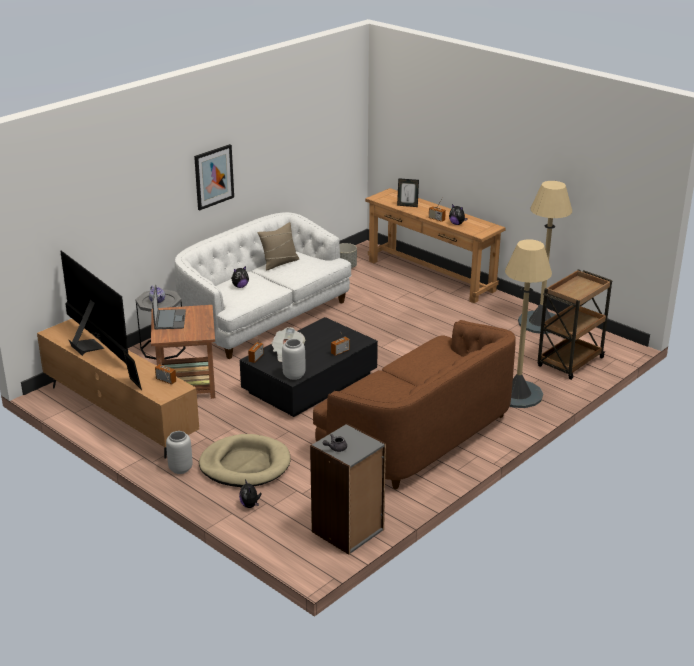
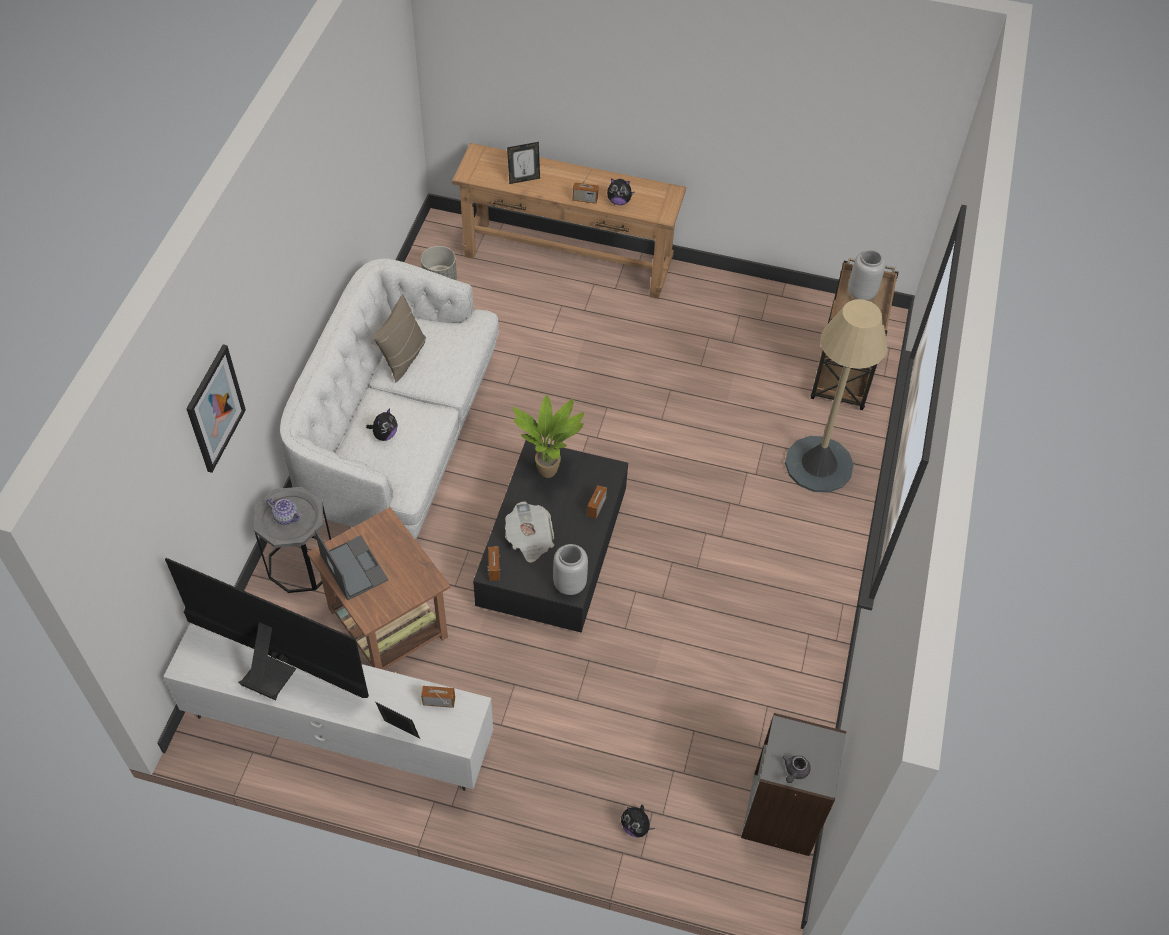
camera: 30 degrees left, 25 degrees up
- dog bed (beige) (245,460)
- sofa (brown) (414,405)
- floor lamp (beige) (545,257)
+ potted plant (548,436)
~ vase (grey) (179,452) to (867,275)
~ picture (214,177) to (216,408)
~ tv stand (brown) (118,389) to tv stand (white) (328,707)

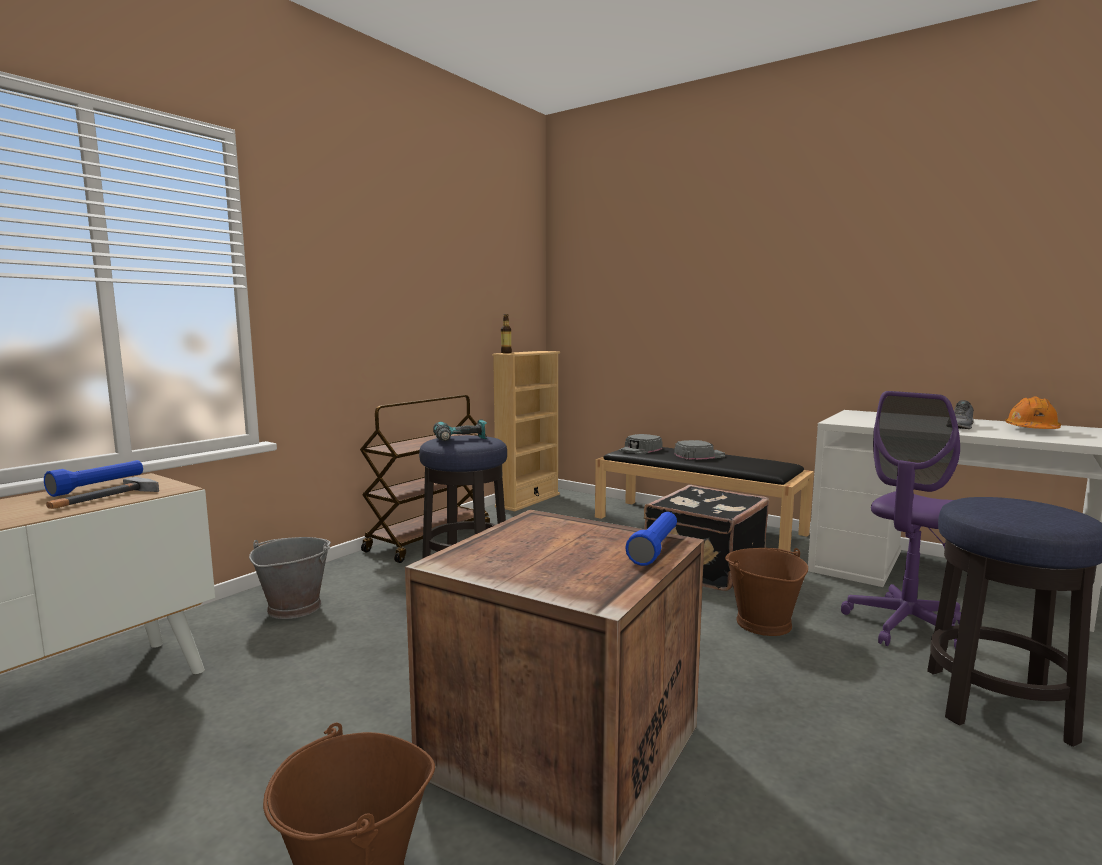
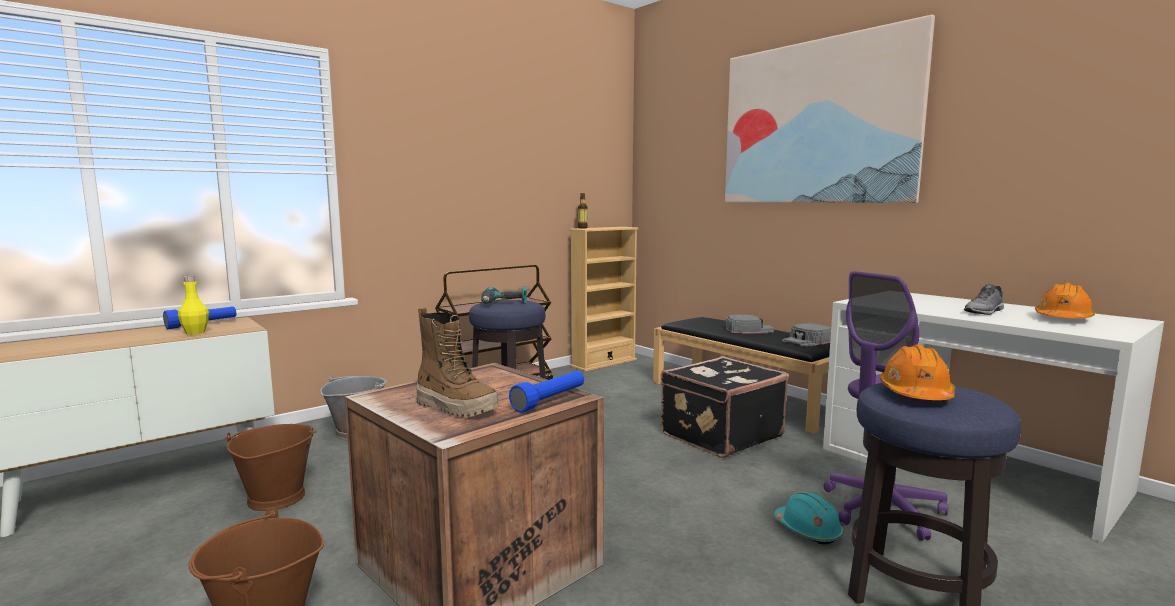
camera: 15 degrees right, 0 degrees up
+ boot (457,362)
+ picture (830,109)
+ hard hat (turquoise) (809,518)
+ hard hat (orange) (917,372)
~ cap (grey) (641,444) to (806,335)
~ bucket (brown) (766,592) to (271,467)
~ hammer (102,493) to bottle (yellow) (193,305)

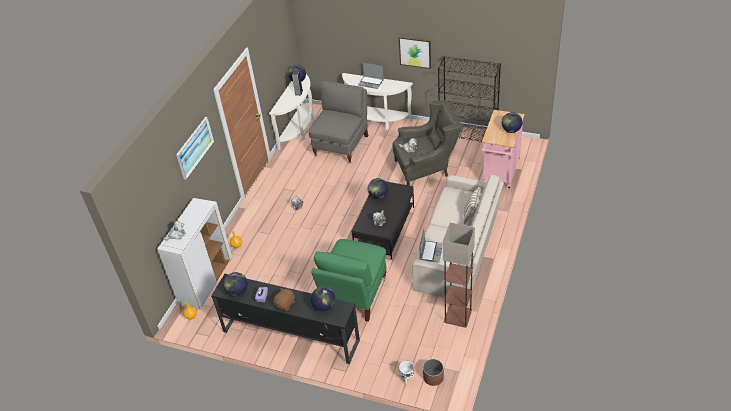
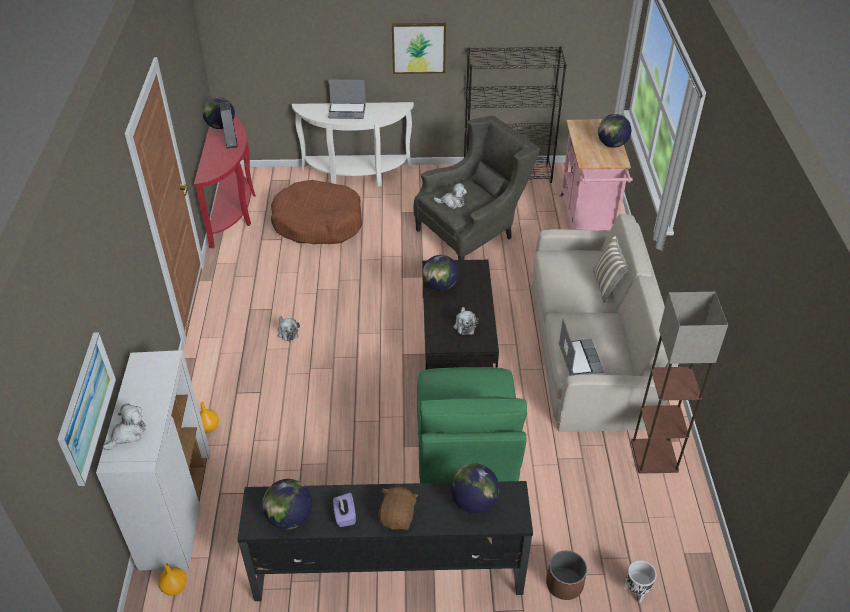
camera: 25 degrees left, 0 degrees up
~ picture (195,148) to (86,409)
~ planter (brown) (433,372) to (566,575)
~ armchair (grey) (338,122) to dog bed (brown) (316,212)
~ console table (white) (292,112) to console table (red) (225,182)

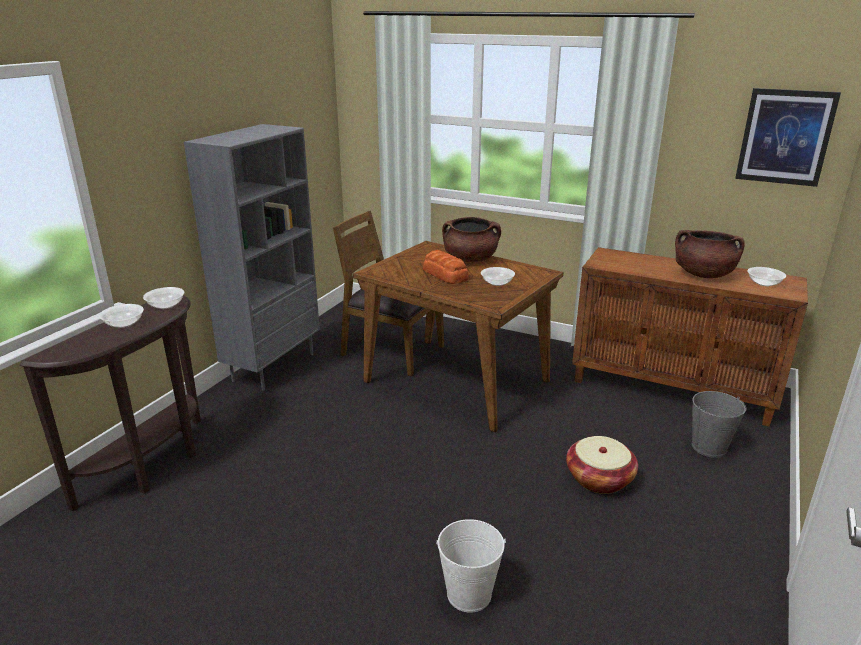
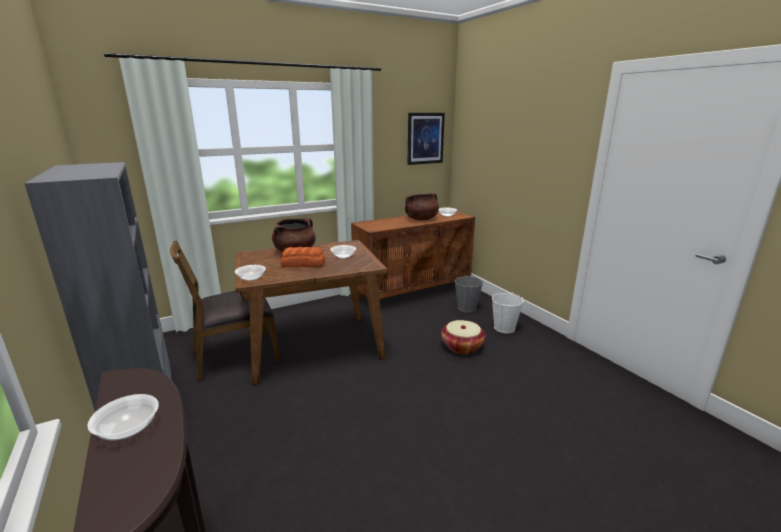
camera: 55 degrees left, 5 degrees down
~ bowl (164,298) to (250,273)
~ bucket (white) (471,566) to (508,312)

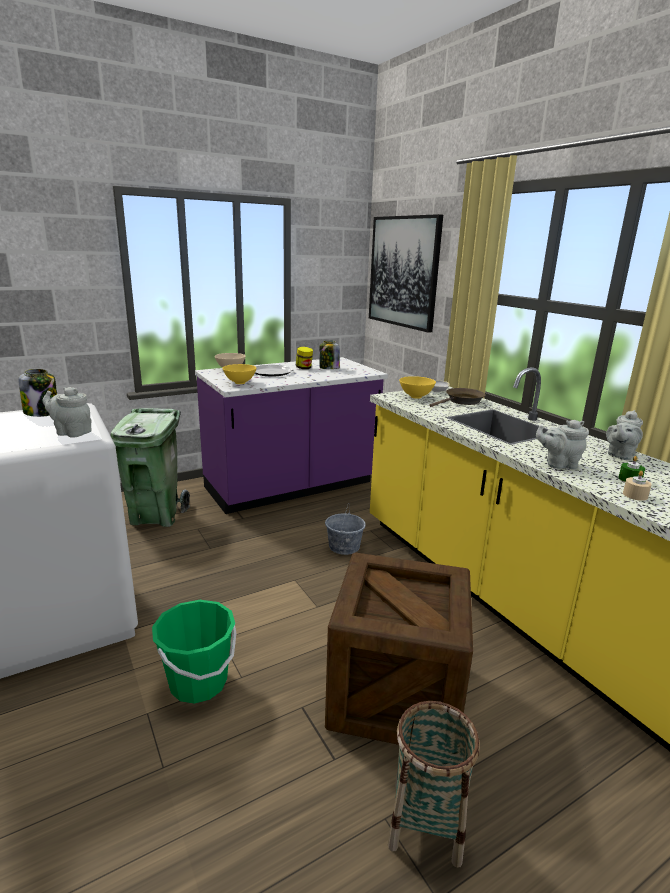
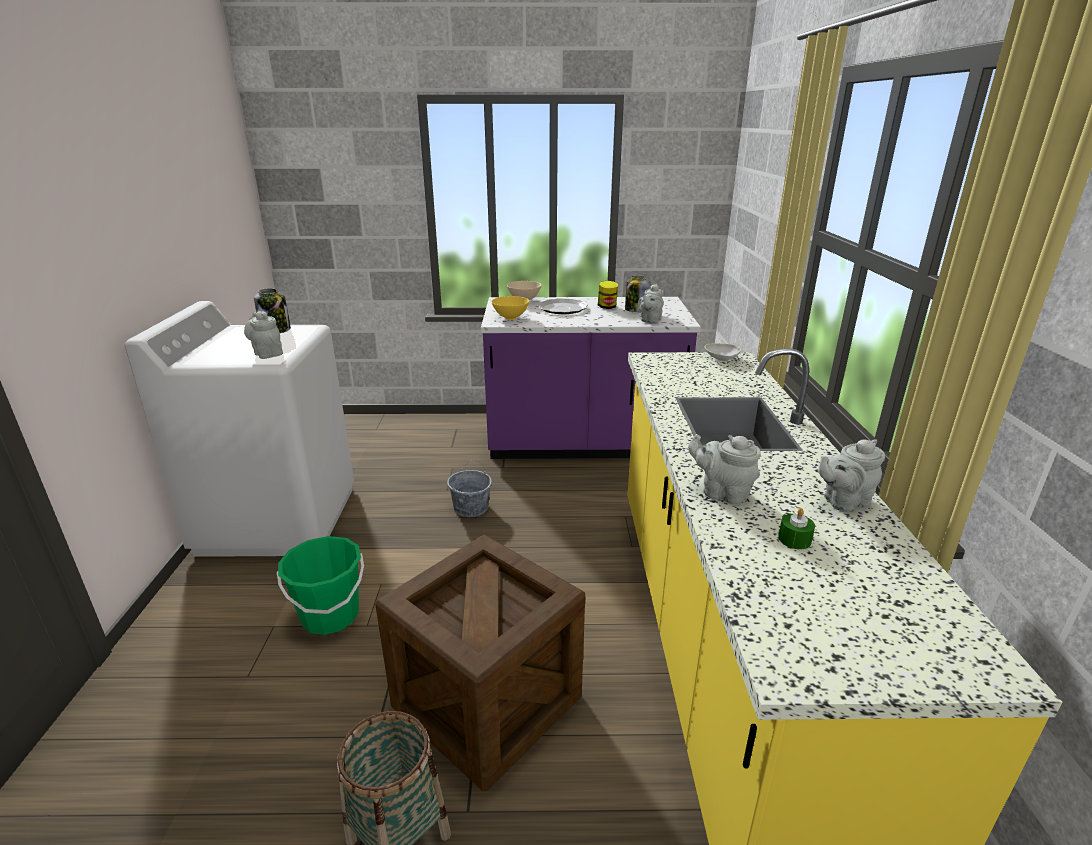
camera: 30 degrees right, 5 degrees up
- trash can (green) (150,467)
- picture (406,273)
- bowl (yellow) (417,387)
- frying pan (brown) (458,397)
- candle (beige) (637,486)
+ teapot (grey) (651,304)
~ bucket (grey) (345,529) to (469,488)

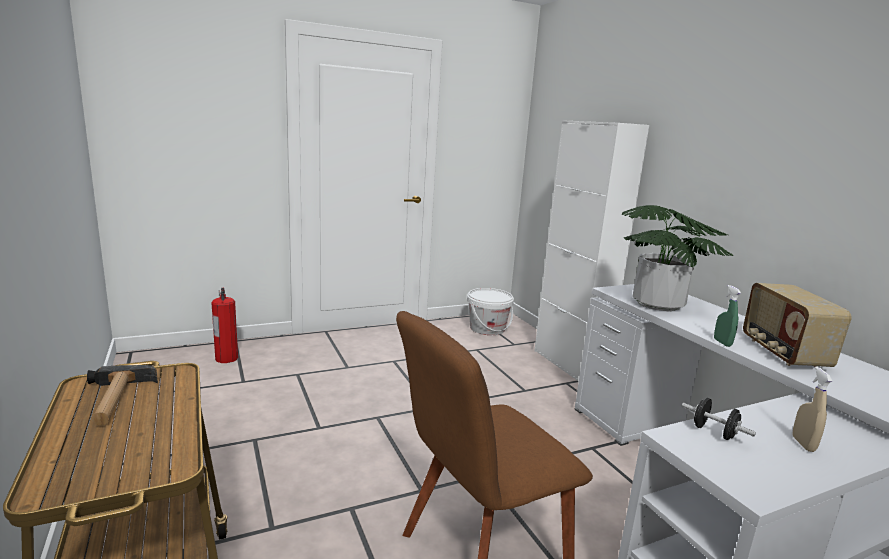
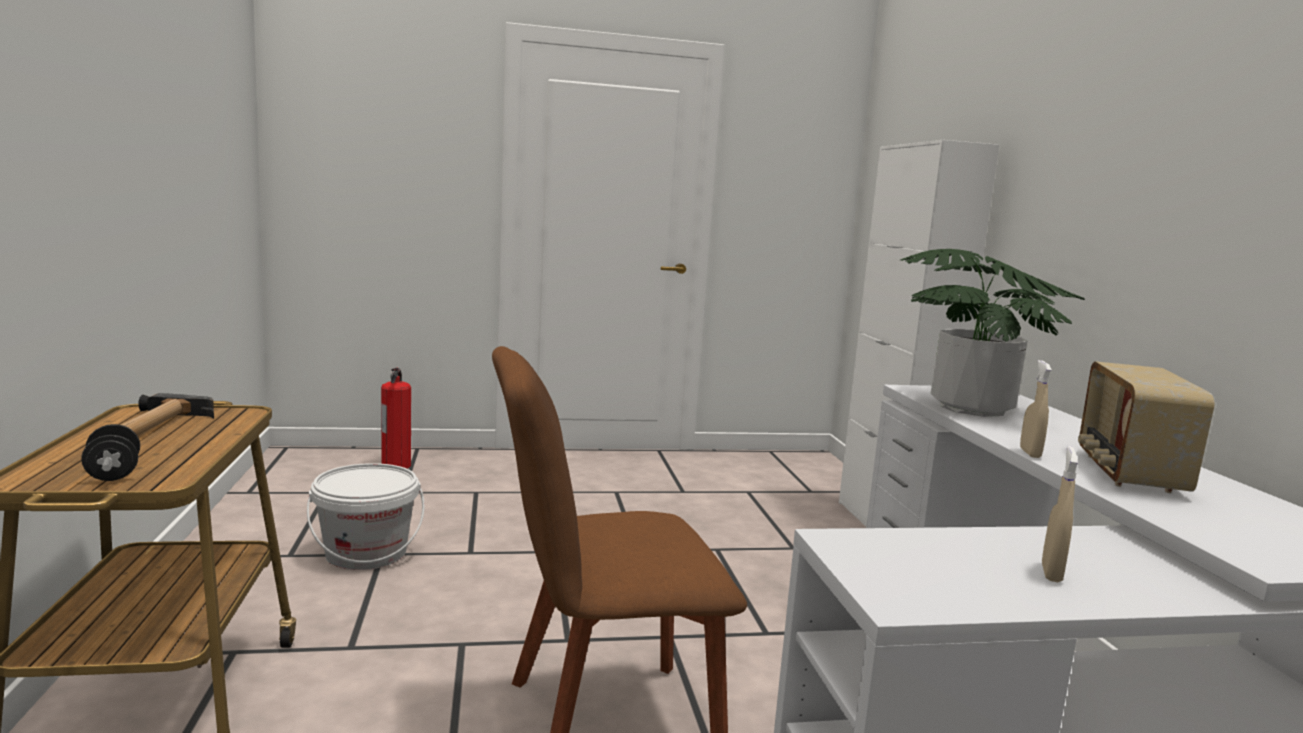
camera: 15 degrees right, 5 degrees down
~ bucket (white) (490,311) to (365,516)
~ dumbbell (black) (719,419) to (110,452)
~ spray bottle (green) (727,316) to spray bottle (beige) (1035,409)

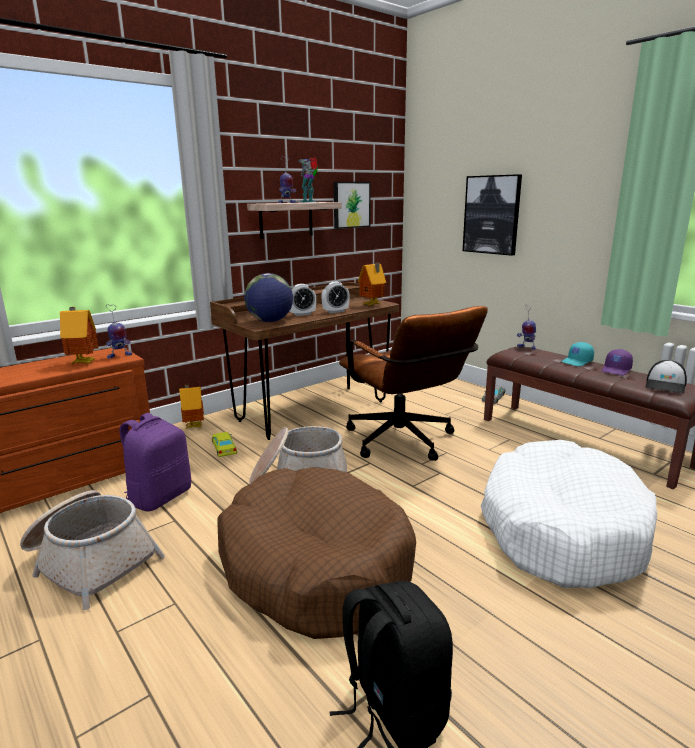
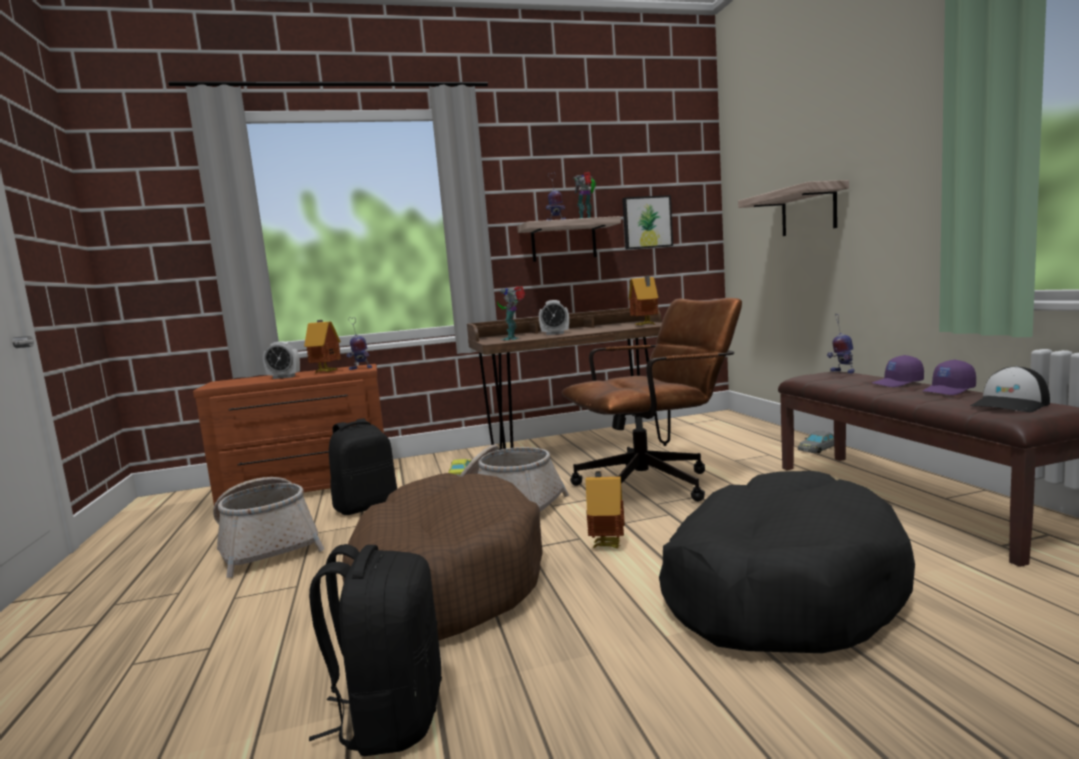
camera: 25 degrees right, 10 degrees down
~ toy house (191,406) to (605,510)
~ alarm clock (335,297) to (281,360)
~ globe (268,297) to toy robot (511,313)
~ picture (492,215) to shelf (793,208)
~ backpack (purple) (155,462) to backpack (black) (363,466)
~ dog bed (white) (569,514) to dog bed (black) (787,562)
~ cap (turquoise) (578,354) to cap (purple) (898,371)
~ office chair (brown) (413,383) = (652,400) 105 degrees counterclockwise

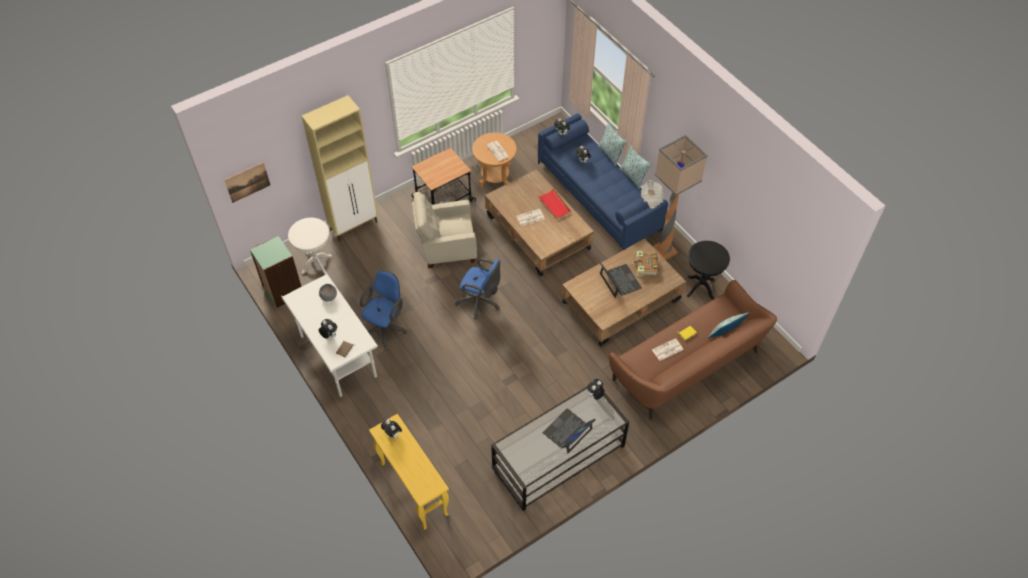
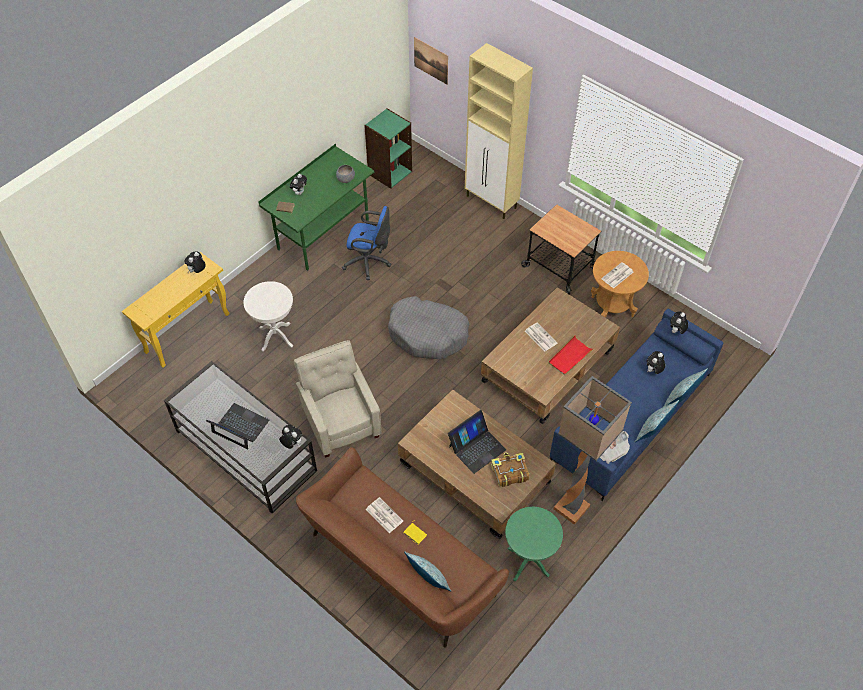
camera: 75 degrees right, 0 degrees up
~ side table (white) (310,246) to (268,316)
~ armchair (beige) (444,230) to (337,399)
~ office chair (blue) (477,288) to dog bed (grey) (429,327)
~ desk (white) (329,336) to desk (green) (316,207)
~ side table (black) (708,270) to side table (green) (534,544)

